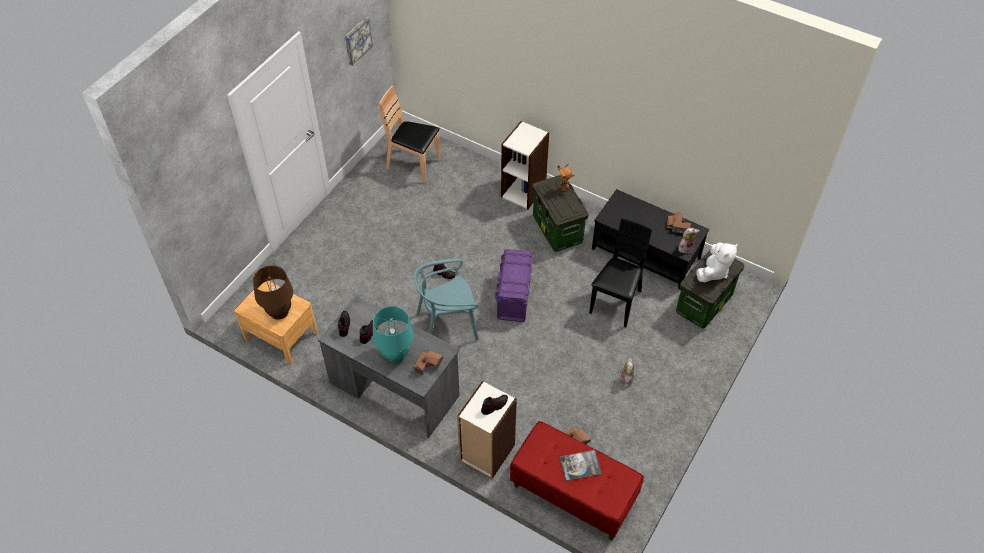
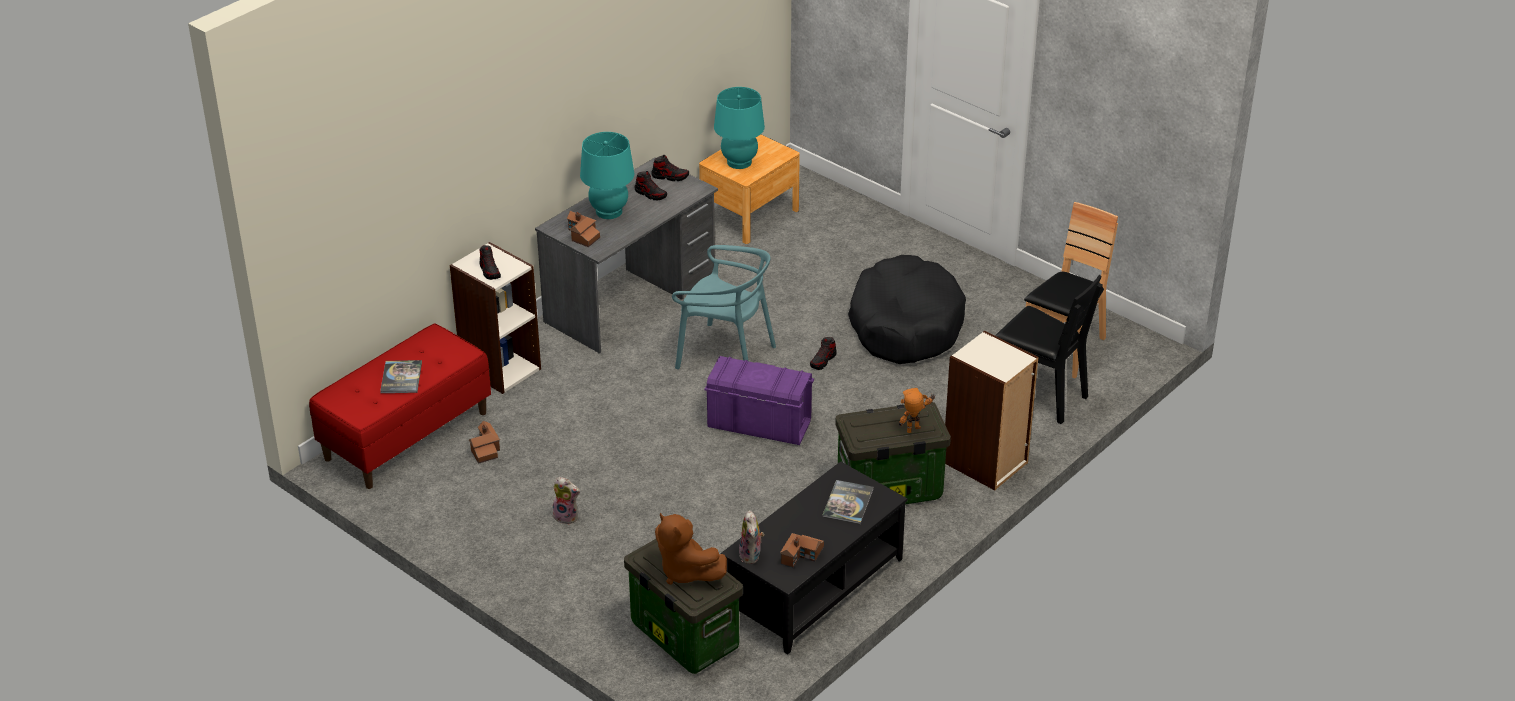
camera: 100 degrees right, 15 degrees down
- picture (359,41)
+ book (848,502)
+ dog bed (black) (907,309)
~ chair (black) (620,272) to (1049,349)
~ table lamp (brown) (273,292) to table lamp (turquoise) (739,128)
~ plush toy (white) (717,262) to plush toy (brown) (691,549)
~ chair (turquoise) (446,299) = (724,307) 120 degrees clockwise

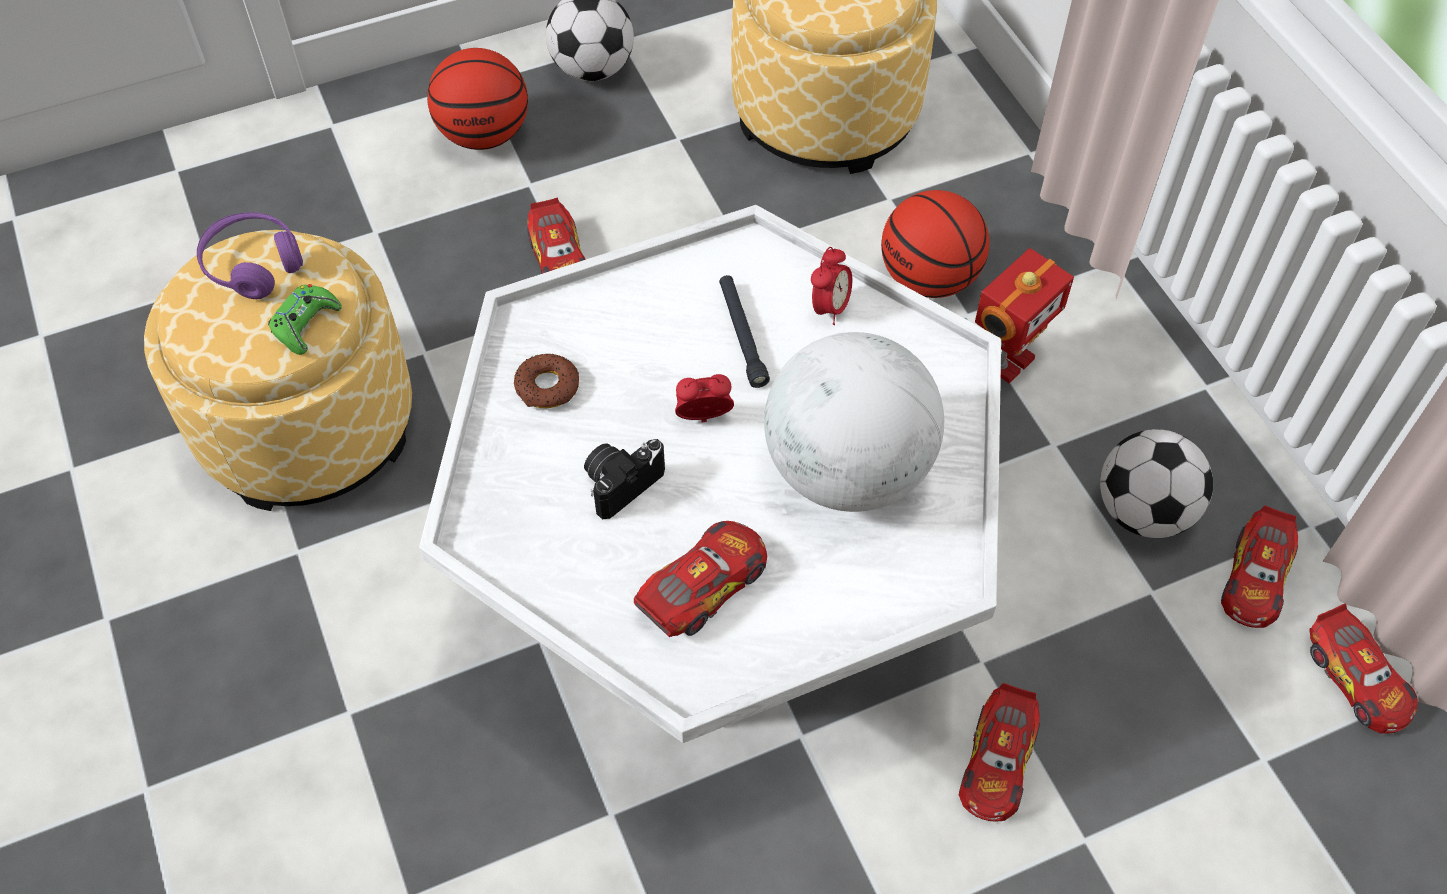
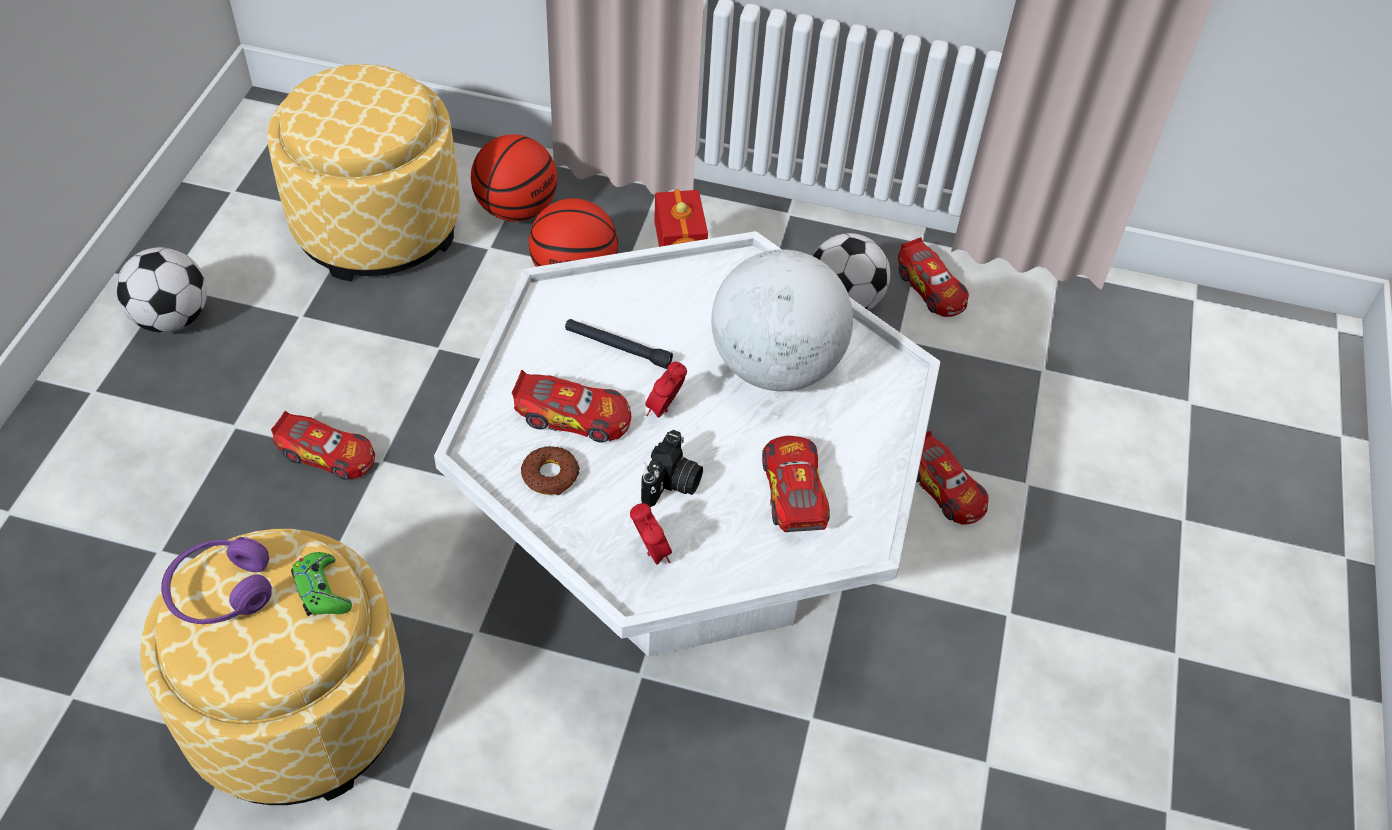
camera: 55 degrees left, 5 degrees down
~ basketball (477,99) to (514,177)
~ alarm clock (831,286) to (651,534)
~ toy car (1363,668) to (571,406)
~ photo camera (624,479) = (672,468) 150 degrees counterclockwise

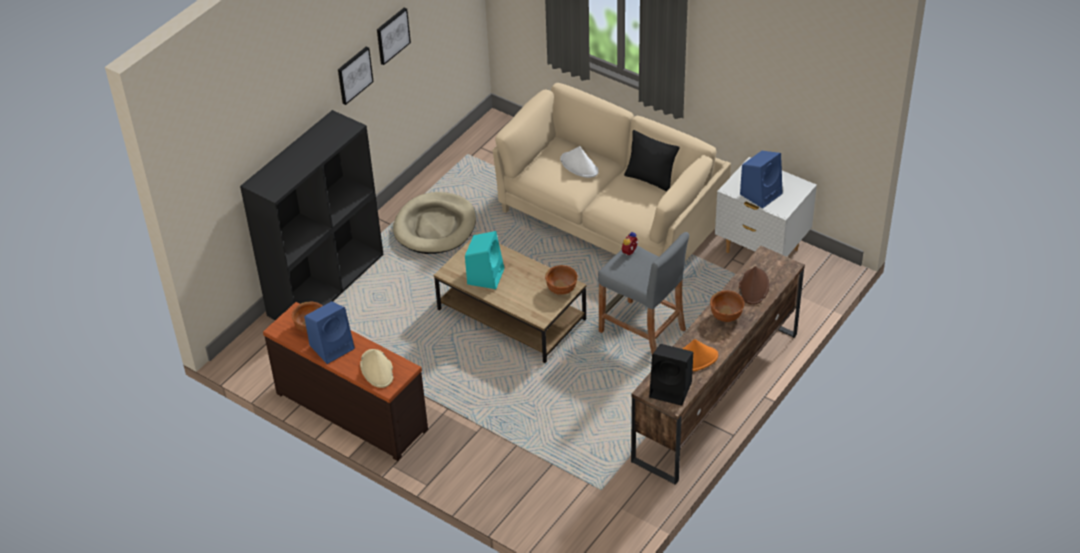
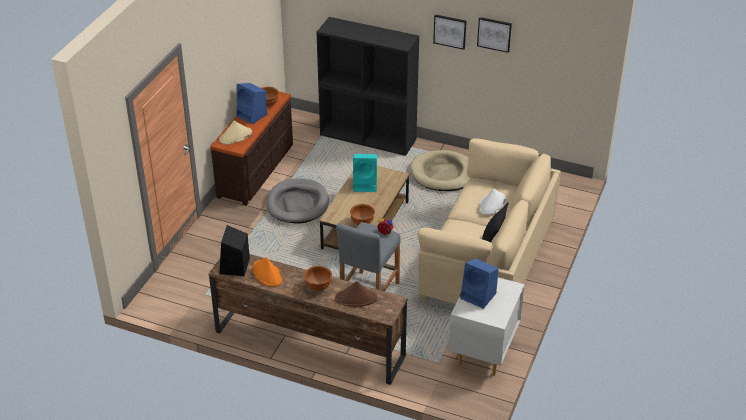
camera: 75 degrees right, 5 degrees down
+ dog bed (grey) (297,201)

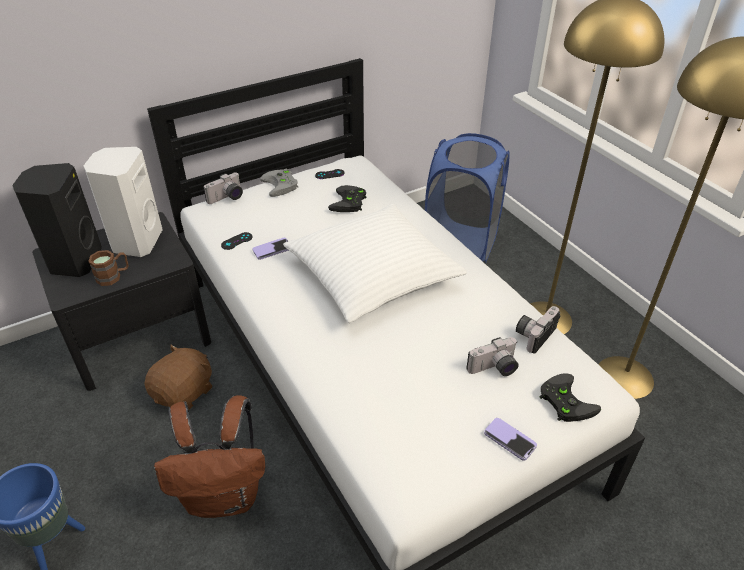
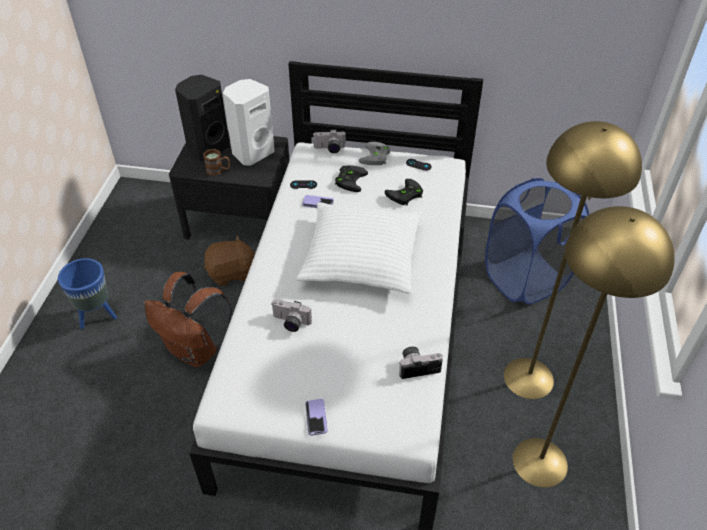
camera: 40 degrees right, 5 degrees up
~ photo camera (492,356) to (291,315)
~ game controller (black) (570,397) to (351,179)

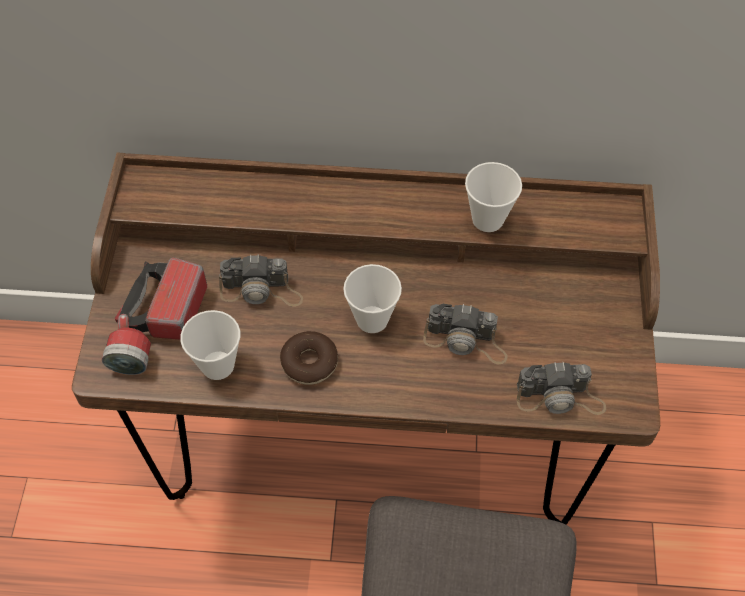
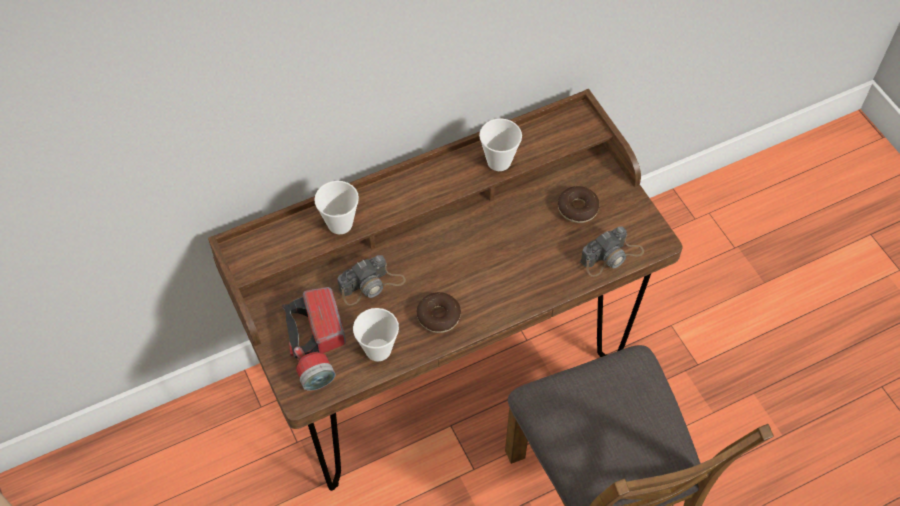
camera: 30 degrees left, 0 degrees up
- photo camera (465,334)
+ donut (579,204)
~ cup (372,298) to (336,207)

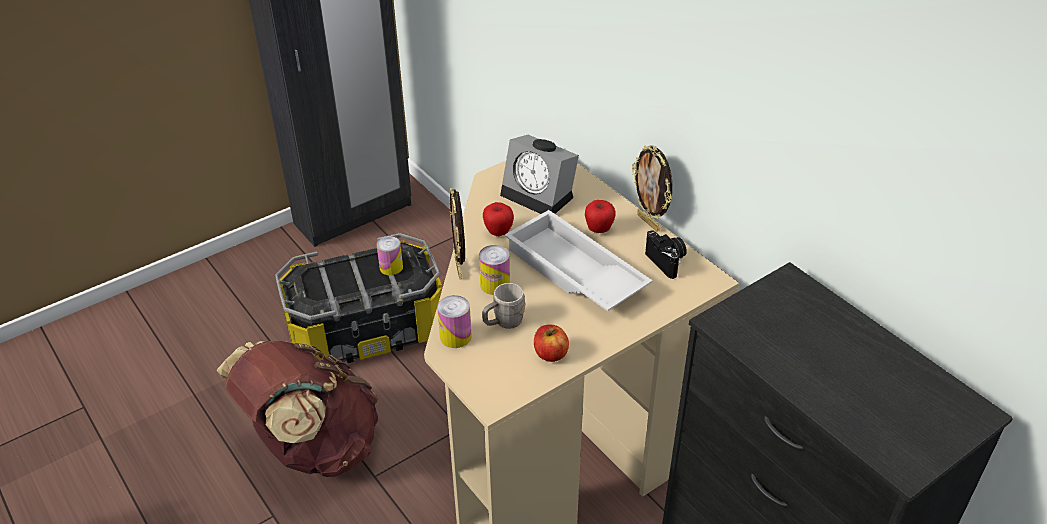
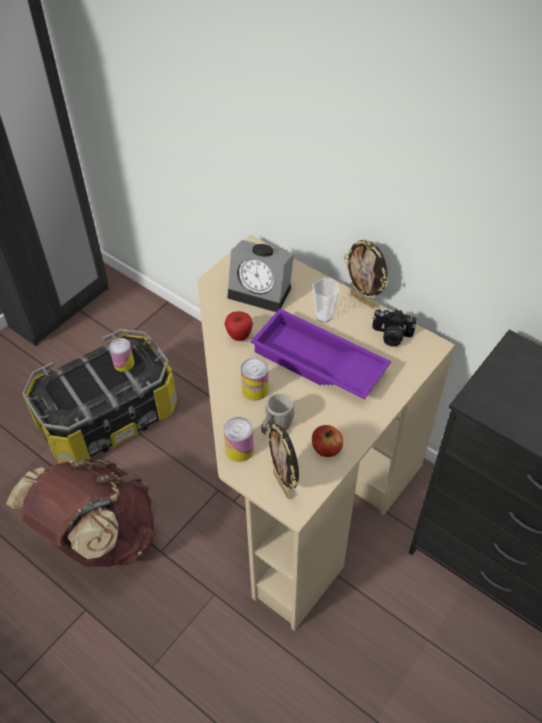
camera: 15 degrees left, 10 degrees up
~ picture frame (457,234) to (282,461)
~ apple (600,216) to cup (326,300)
~ tray (white) (579,260) to tray (purple) (321,354)
~ photo camera (666,254) = (394,328) 150 degrees clockwise

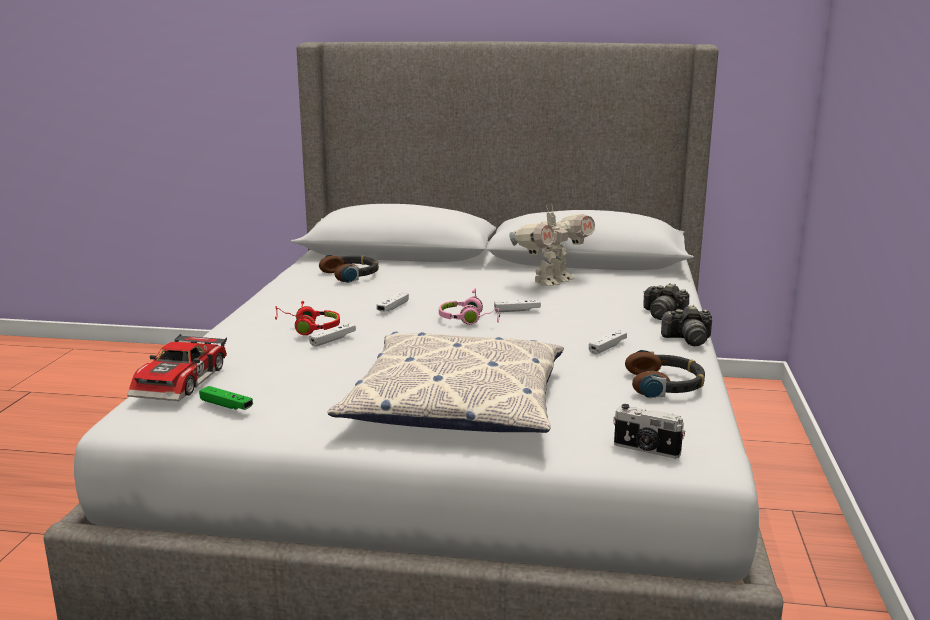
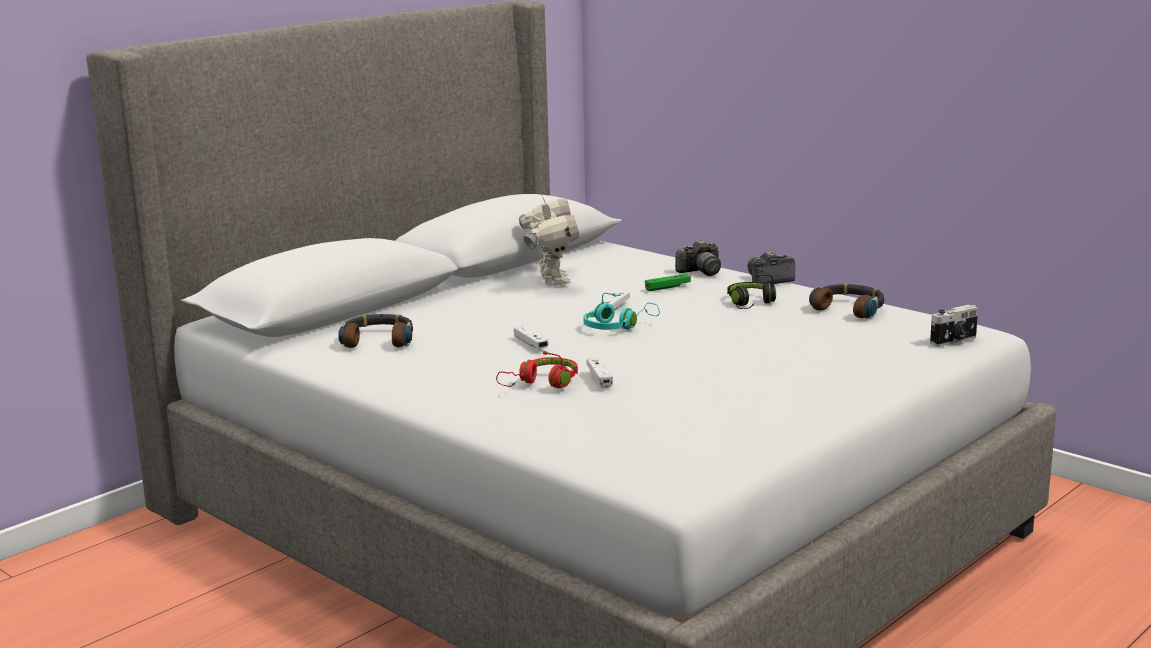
camera: 55 degrees left, 0 degrees up
- toy car (177,367)
- pillow (445,382)
~ game controller (green) (226,398) to (668,282)
~ game controller (white) (608,342) to headphones (black) (751,291)
~ headphones (pink) (469,307) to headphones (turquoise) (621,311)
~ photo camera (686,325) = (771,268) 150 degrees counterclockwise

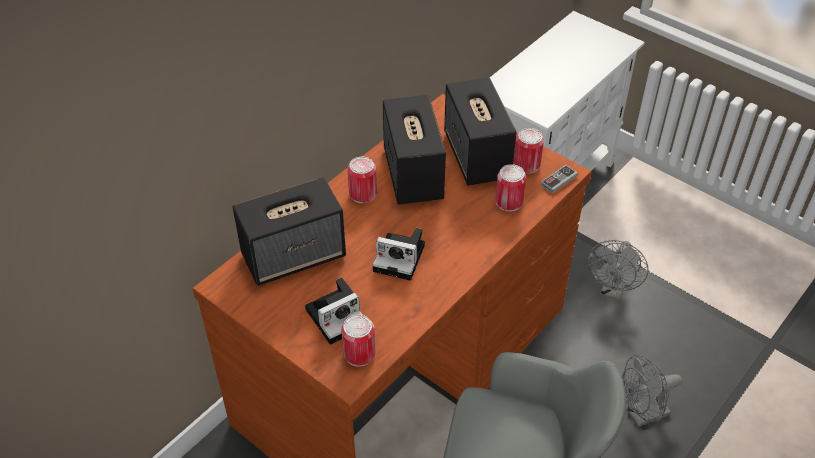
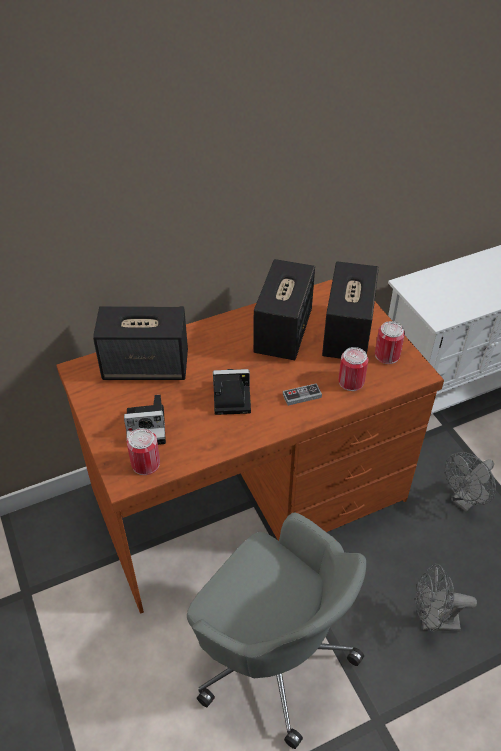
camera: 25 degrees right, 0 degrees up
- can (362,180)
~ game controller (559,179) to (302,394)
~ photo camera (398,254) = (232,392) 135 degrees clockwise

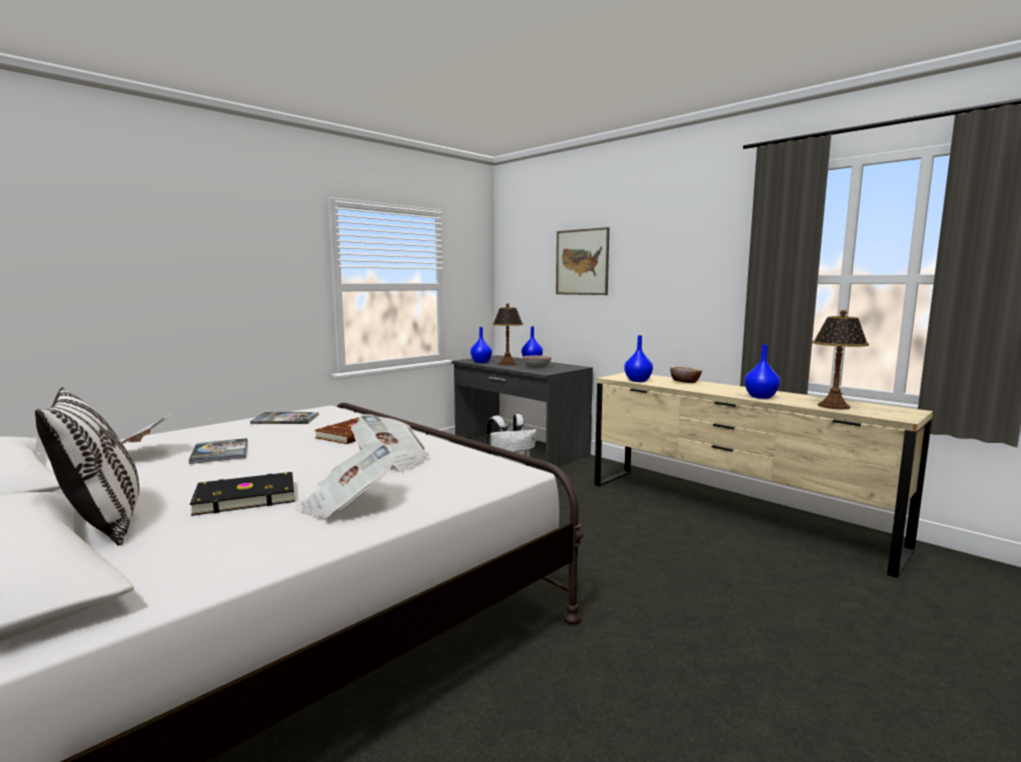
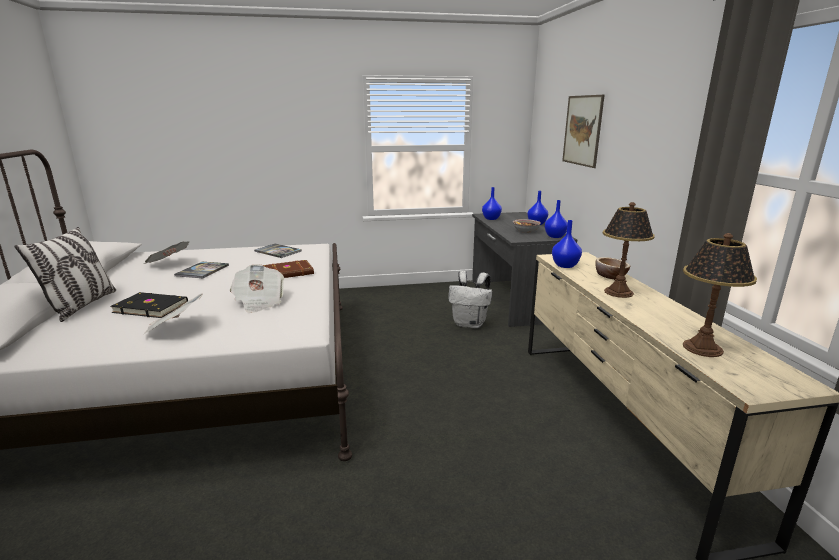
camera: 35 degrees right, 10 degrees up
~ table lamp (507,334) to (629,250)
~ vase (blue) (762,371) to (556,219)

